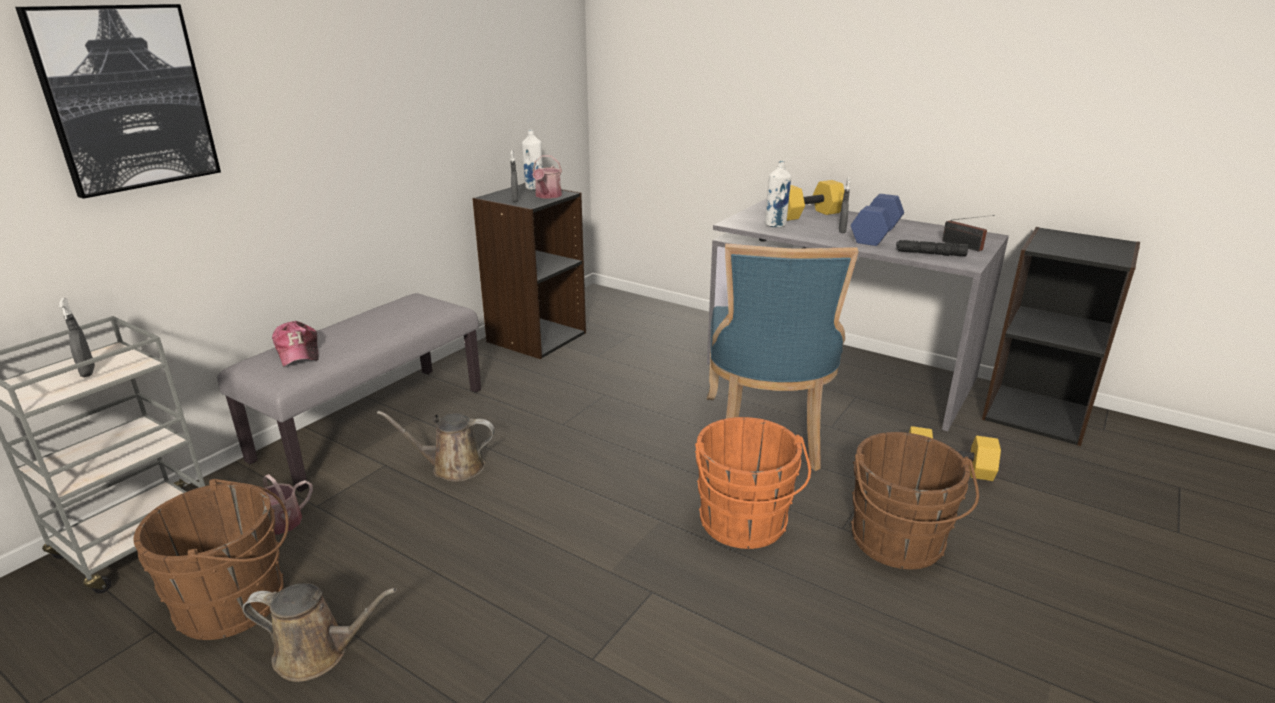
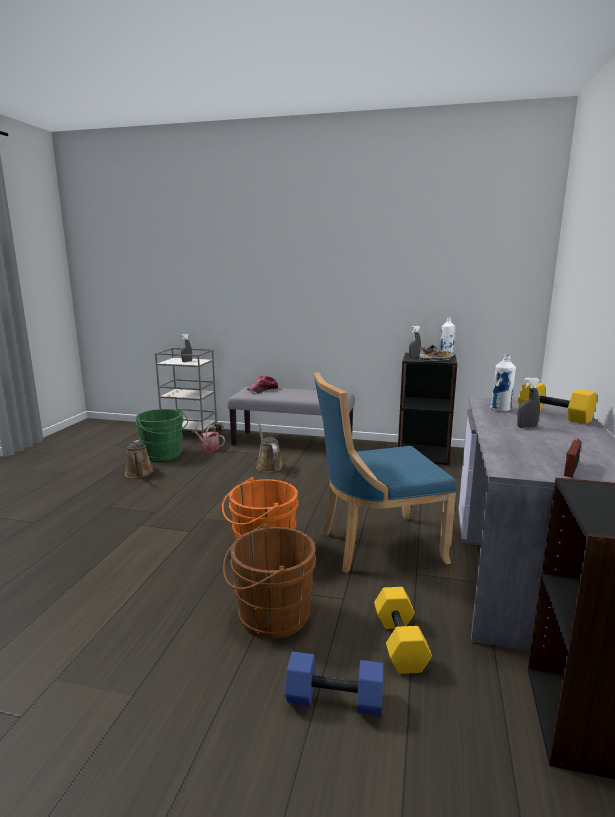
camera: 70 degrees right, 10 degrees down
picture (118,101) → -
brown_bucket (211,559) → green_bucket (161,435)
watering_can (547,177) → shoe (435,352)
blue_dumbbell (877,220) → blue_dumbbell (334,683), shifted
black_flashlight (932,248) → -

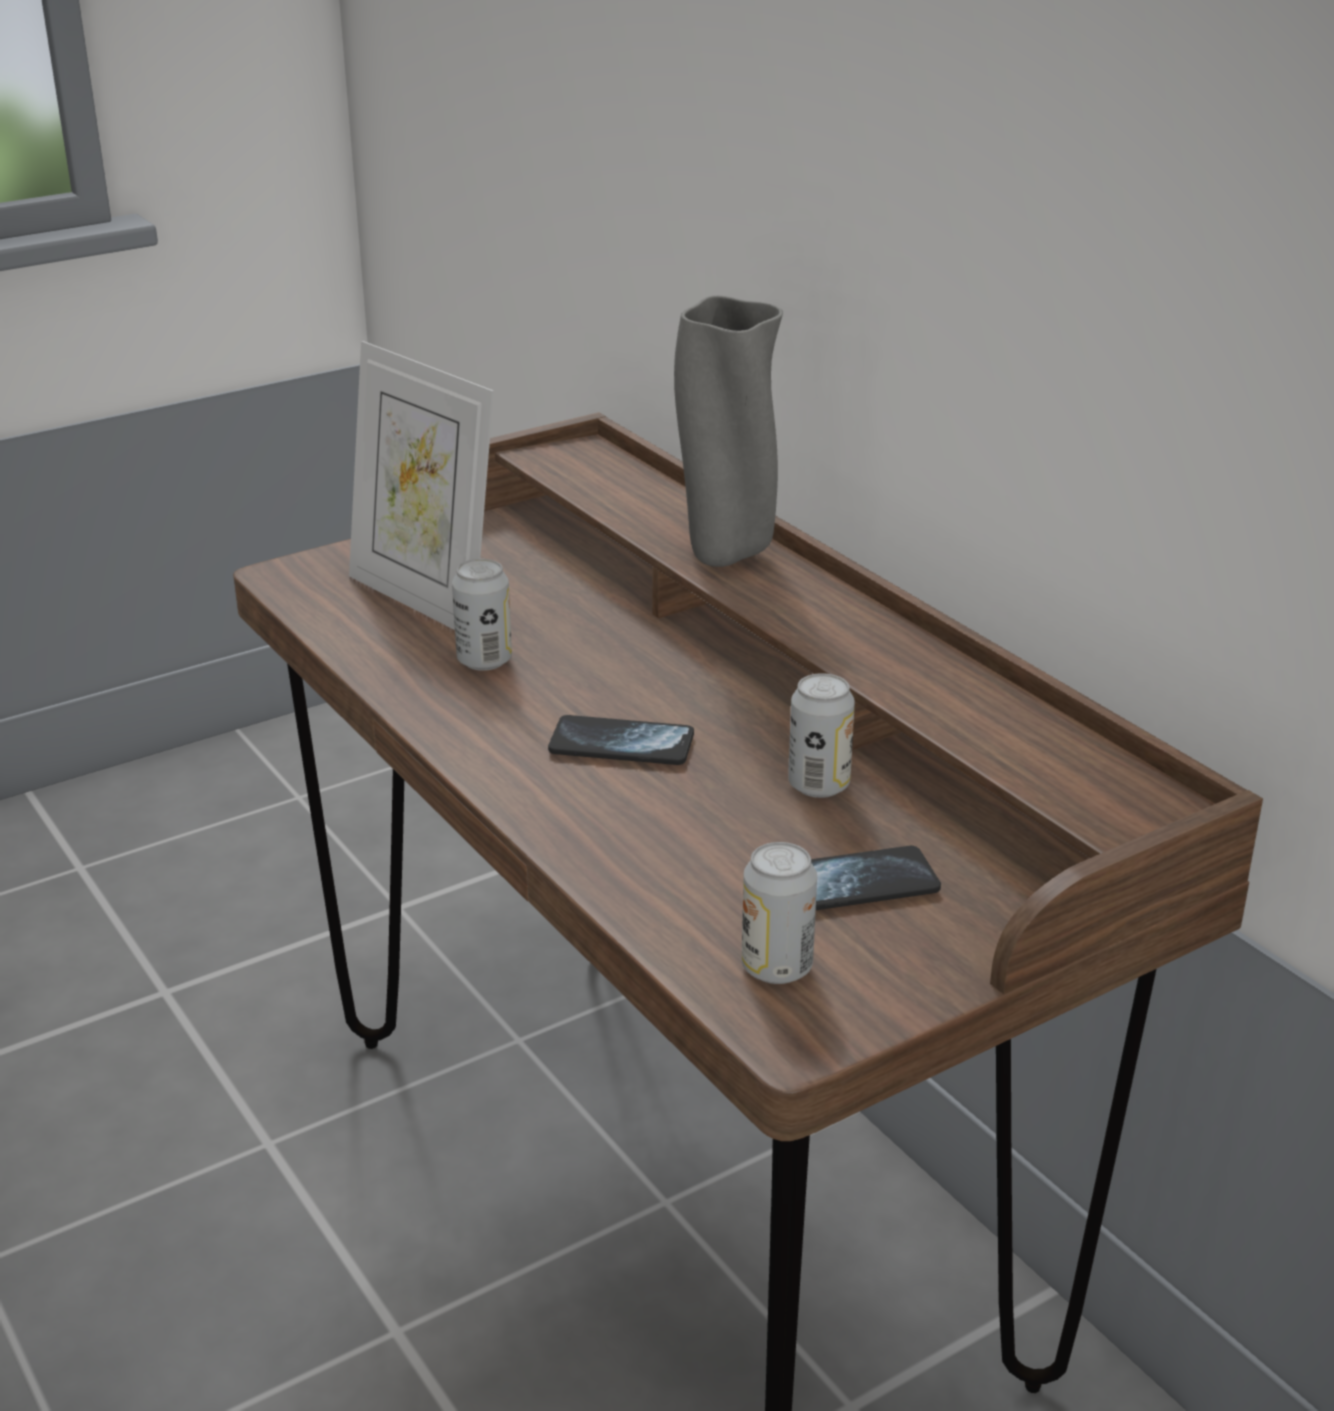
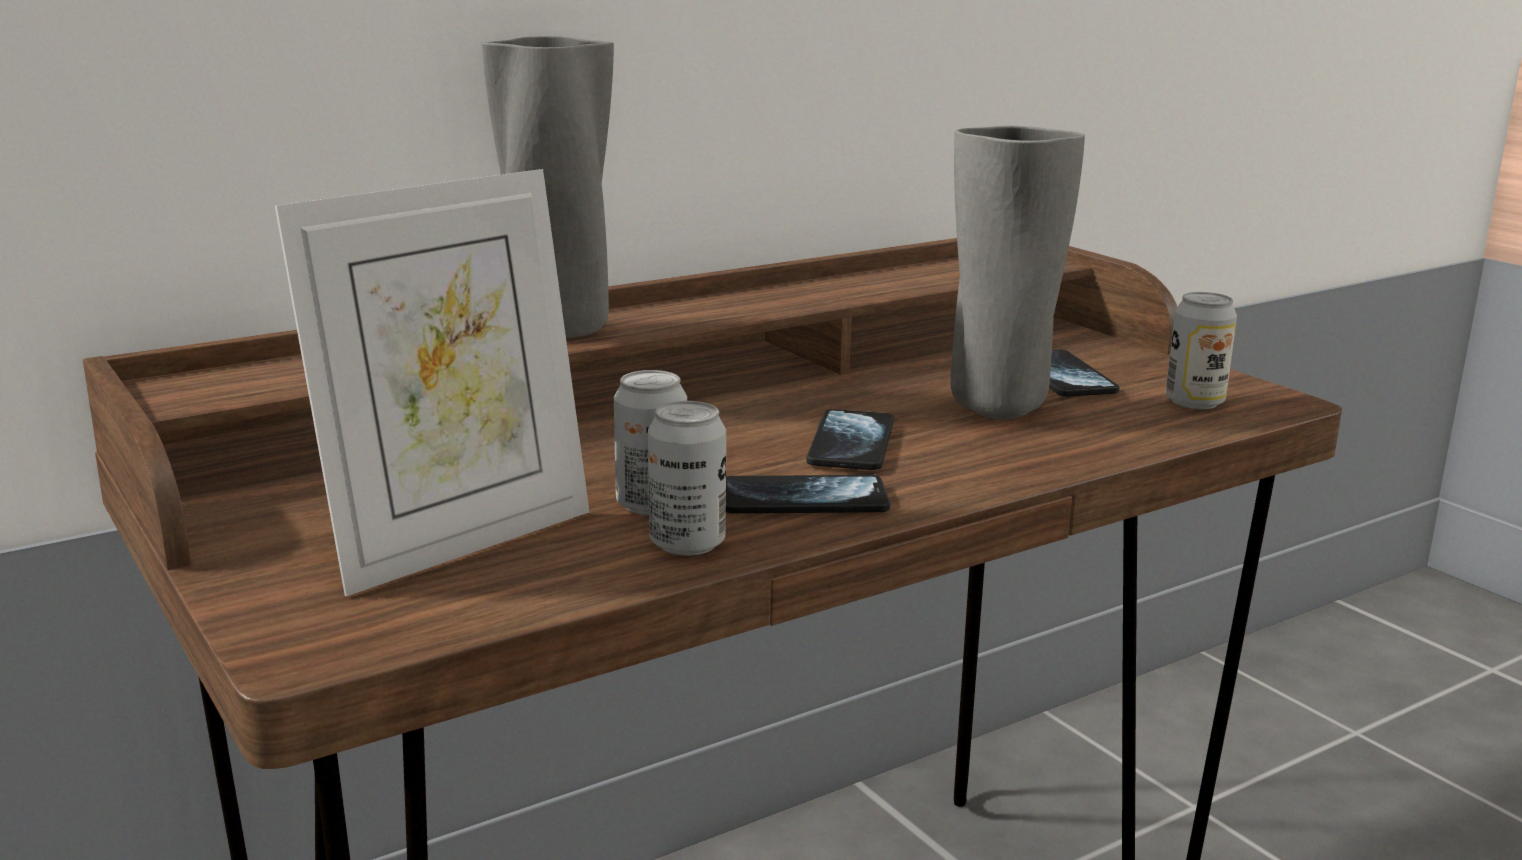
camera: 90 degrees left, 10 degrees down
can (821,735) → can (687,478), shifted
- → phone (808,494)
- → grey_vase (1017,273)

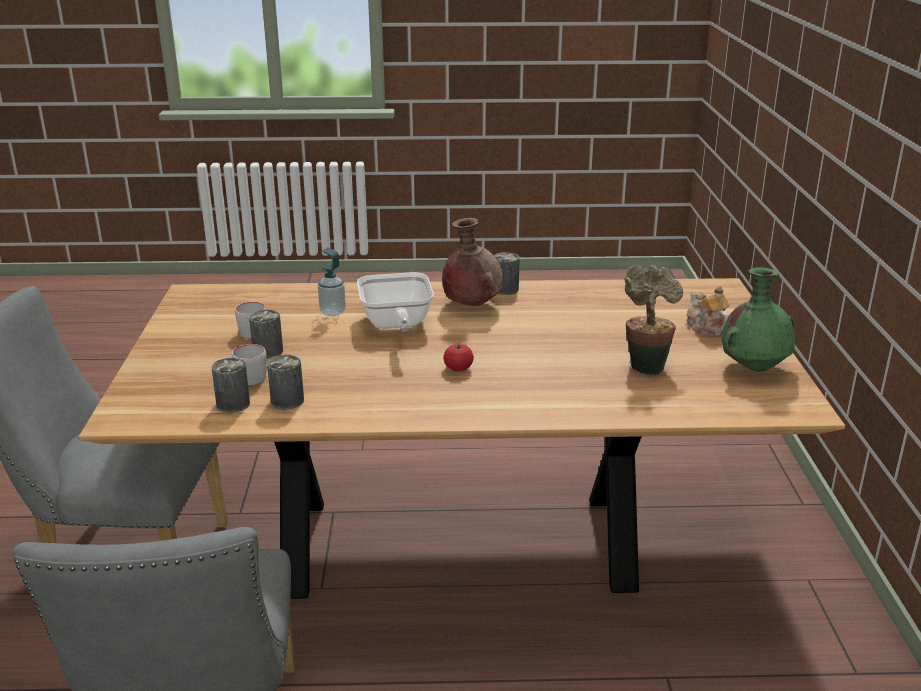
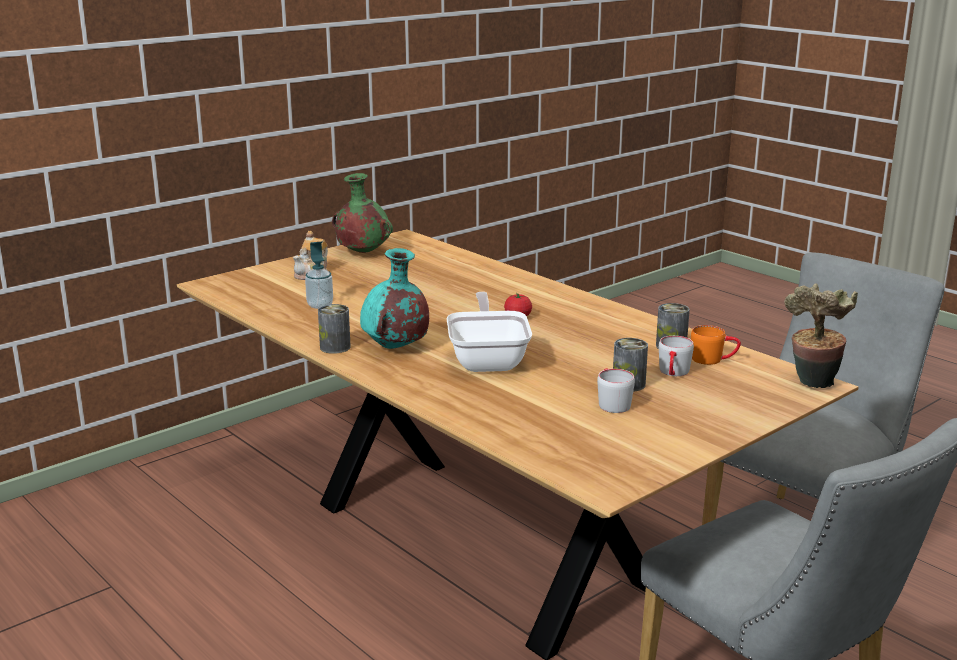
camera: 130 degrees left, 5 degrees down
can (230,385) → orange_mug (716,345)
soap_dispenser (332,282) → soap_dispenser (319,275), shifted
frying_pan (395,302) → frying_pan (489,332), 45 degrees counterclockwise
brown_vase (472,262) → turquoise_vase (394,298)
potted_plant (653,320) → potted_plant (821,335), shifted

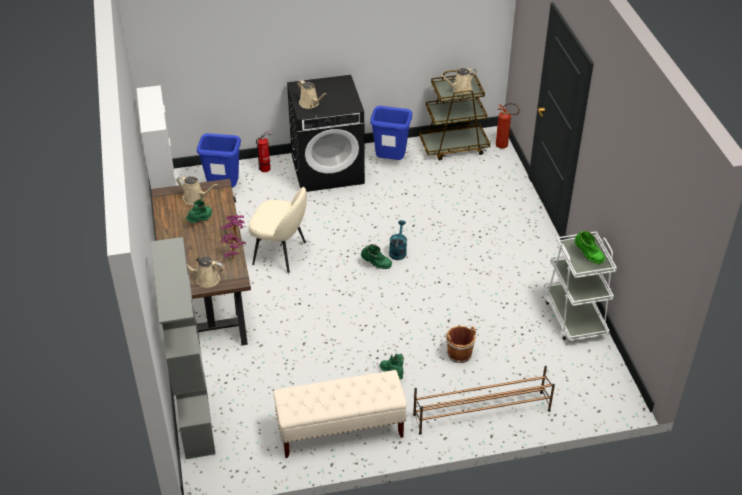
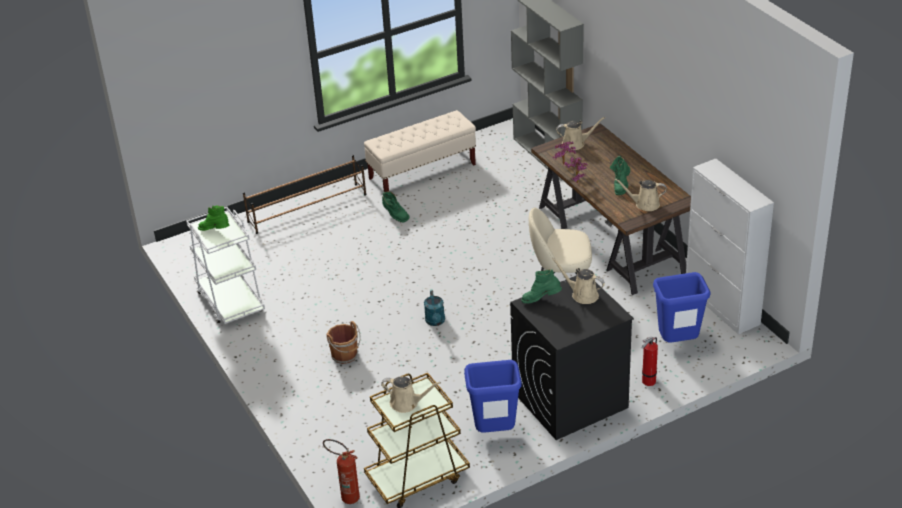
camera: 165 degrees right, 5 degrees down
green_boot (376,256) → green_boot (541,286), shifted
beige_watering_can (458,80) → beige_watering_can (411,394), 60 degrees clockwise
brown_bucket (460,344) → brown_bucket (344,342), shifted

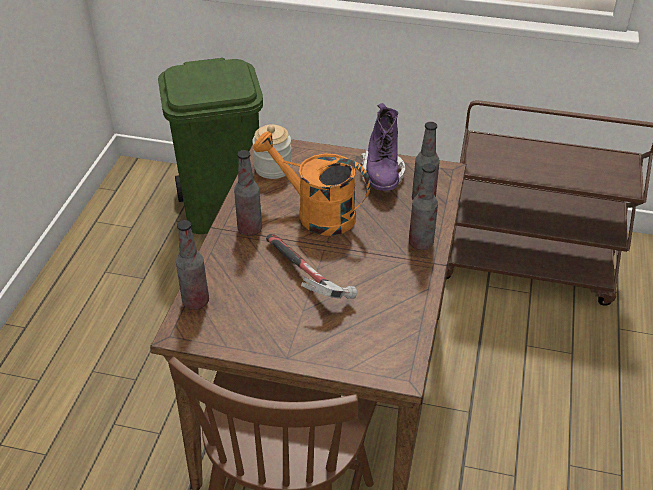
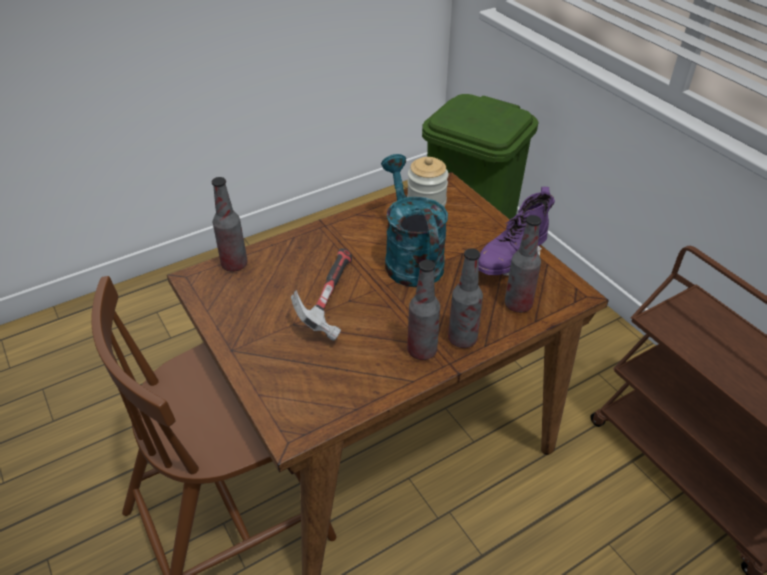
camera: 45 degrees right, 0 degrees up
bottle (248,193) → bottle (423,310), shifted
orange_watering_can (311,183) → turquoise_watering_can (414,220)

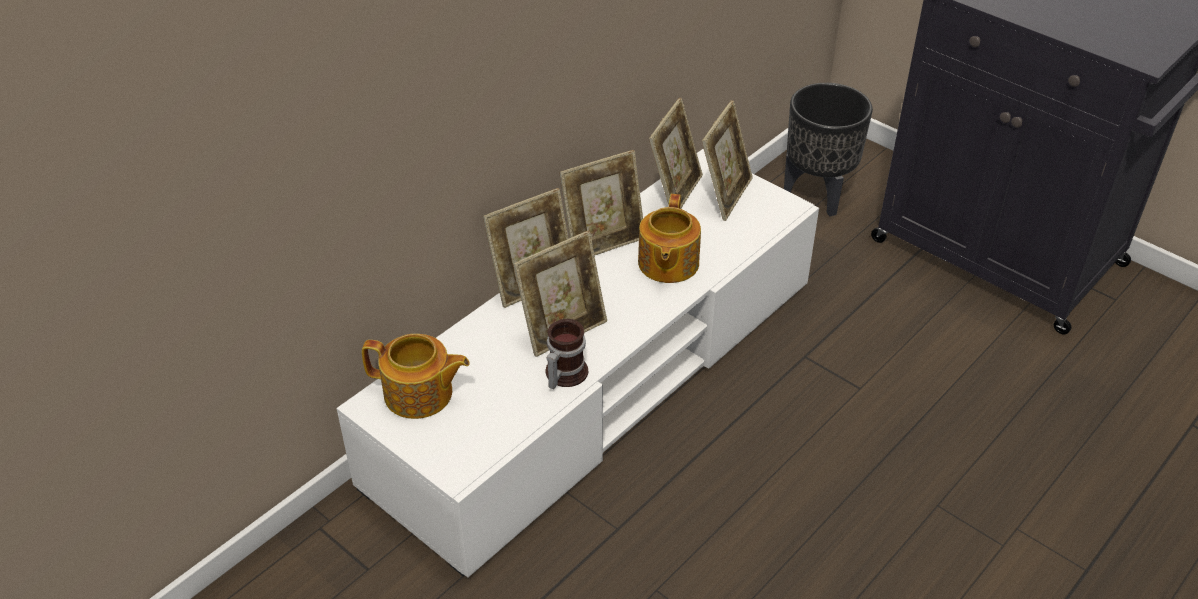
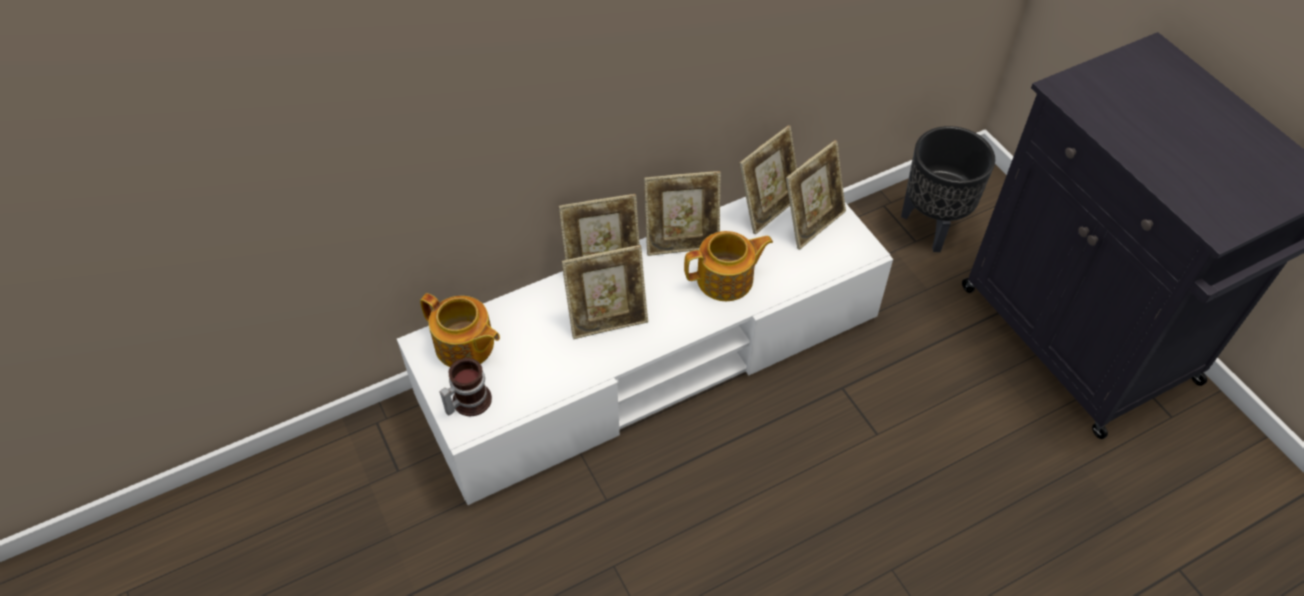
camera: 20 degrees right, 10 degrees up
mug (567,354) → mug (466,387), shifted
teapot (669,238) → teapot (728,266), 135 degrees counterclockwise

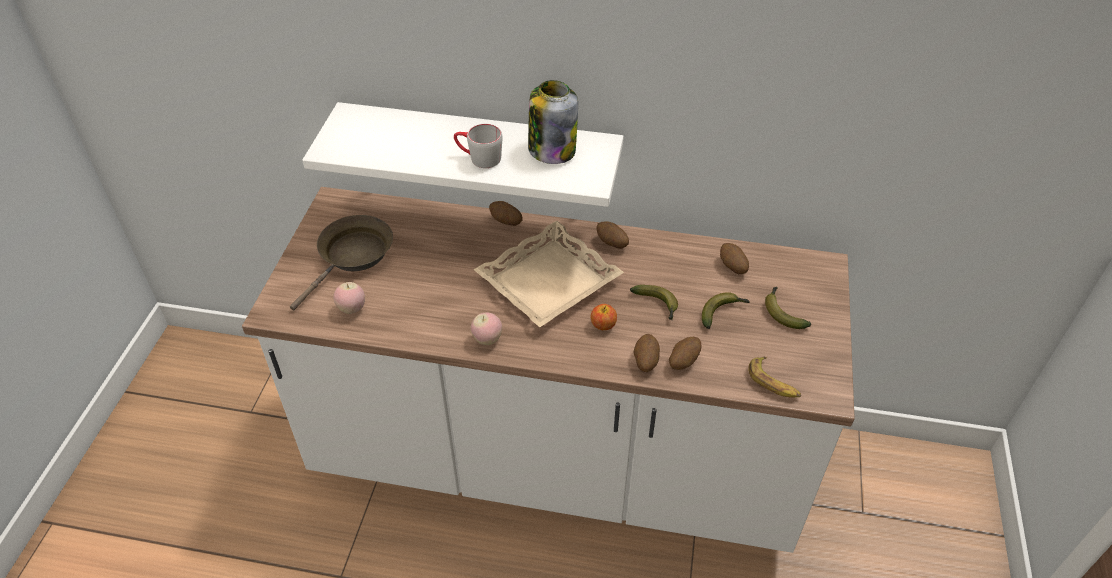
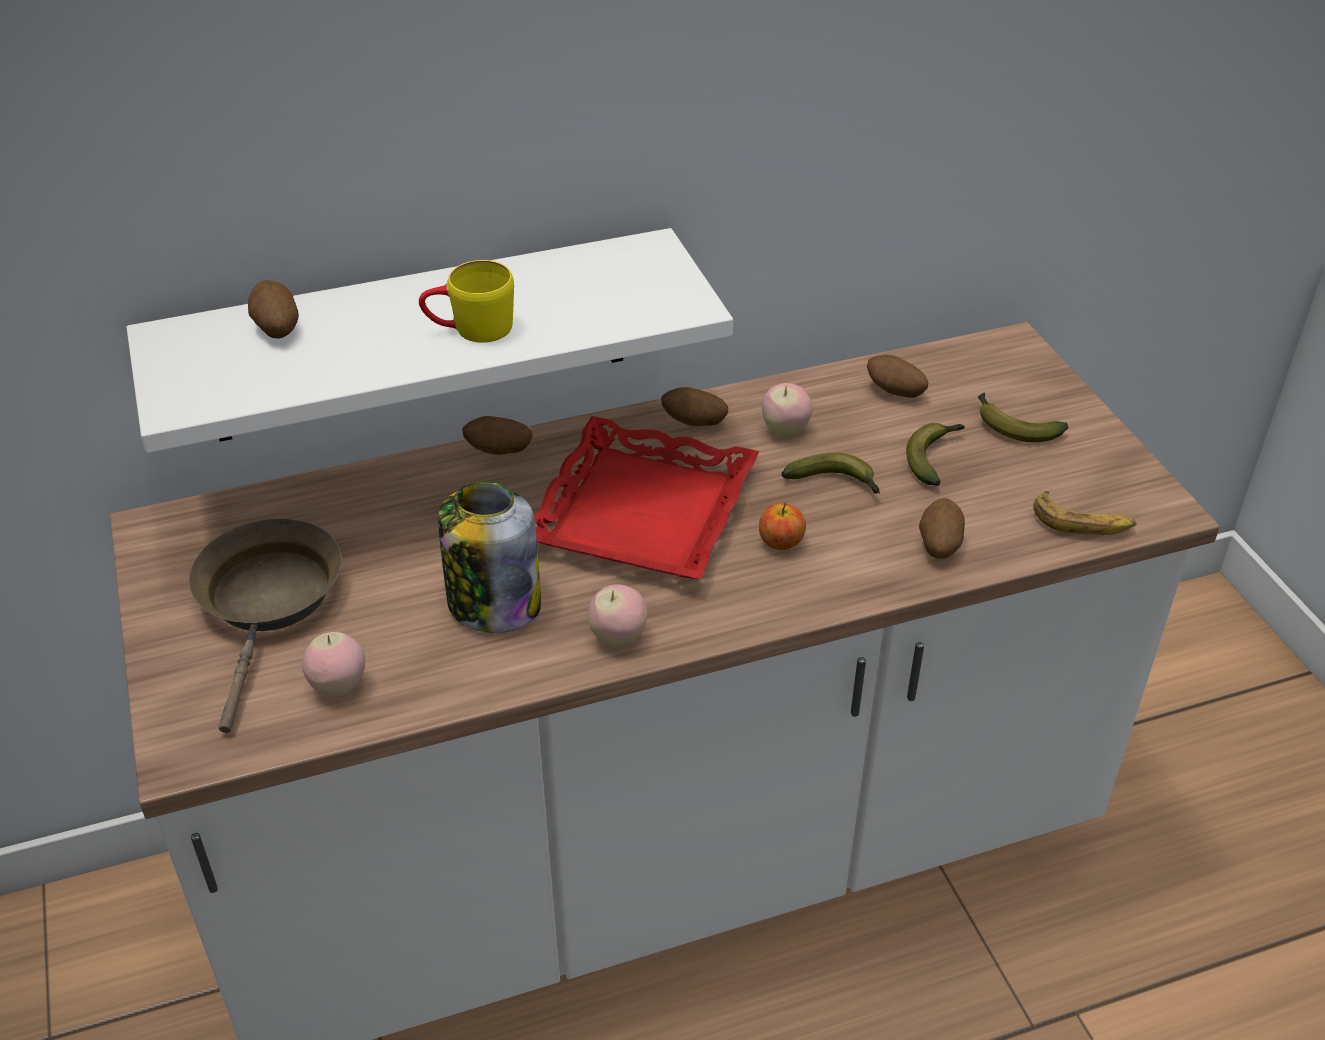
camera: 30 degrees left, 5 degrees down
grey_mug (478,146) → yellow_mug (466,301)
beige_tray (548,274) → red_tray (647,497)
jar (553,122) → jar (489,557), shifted
potato (647,353) → potato (273,309), shifted
- → apple (787,410)

